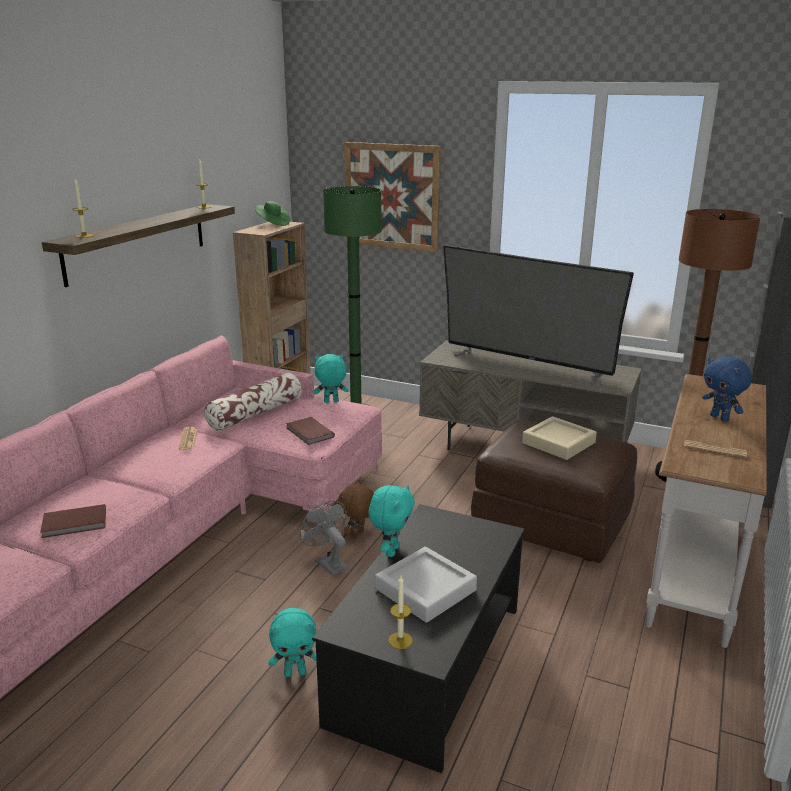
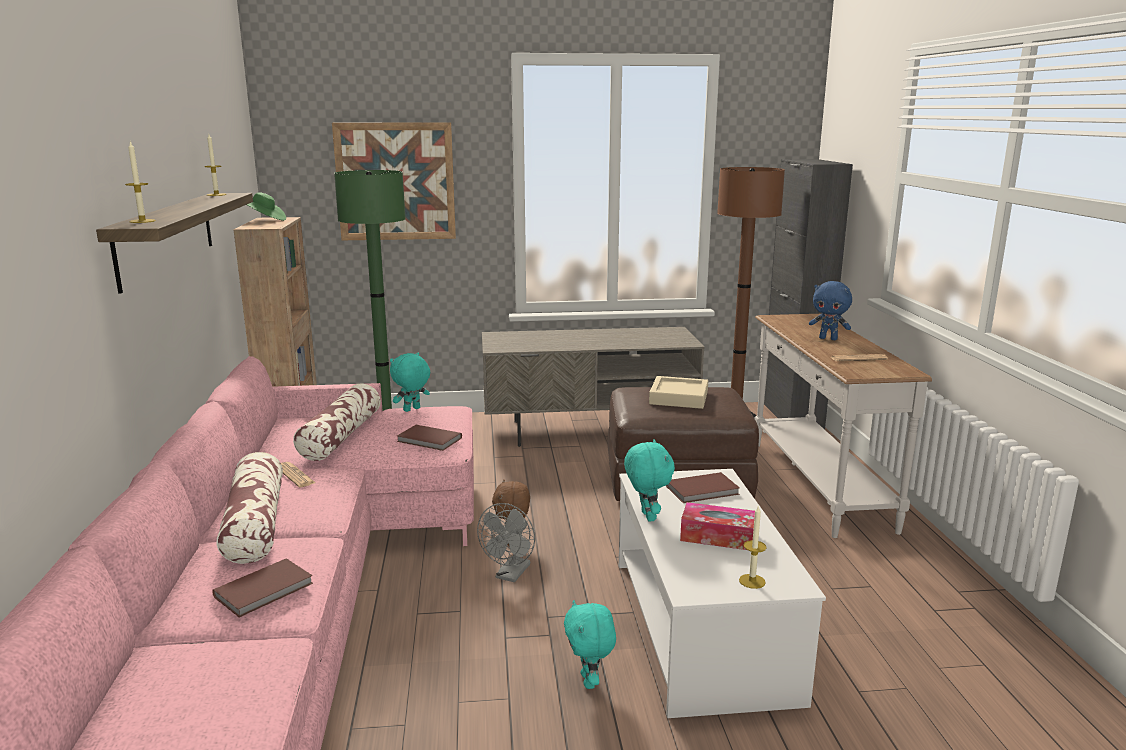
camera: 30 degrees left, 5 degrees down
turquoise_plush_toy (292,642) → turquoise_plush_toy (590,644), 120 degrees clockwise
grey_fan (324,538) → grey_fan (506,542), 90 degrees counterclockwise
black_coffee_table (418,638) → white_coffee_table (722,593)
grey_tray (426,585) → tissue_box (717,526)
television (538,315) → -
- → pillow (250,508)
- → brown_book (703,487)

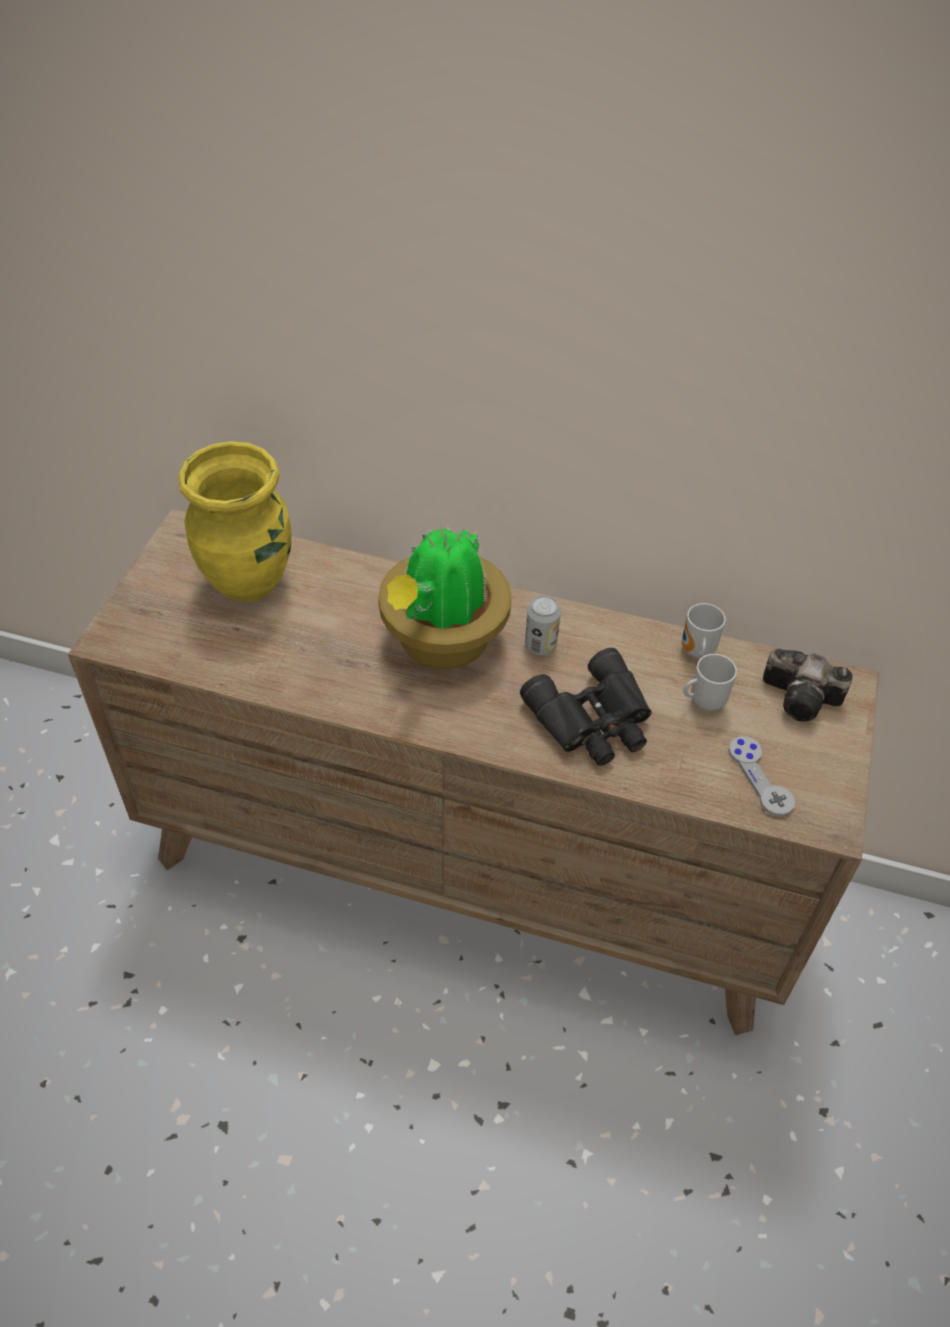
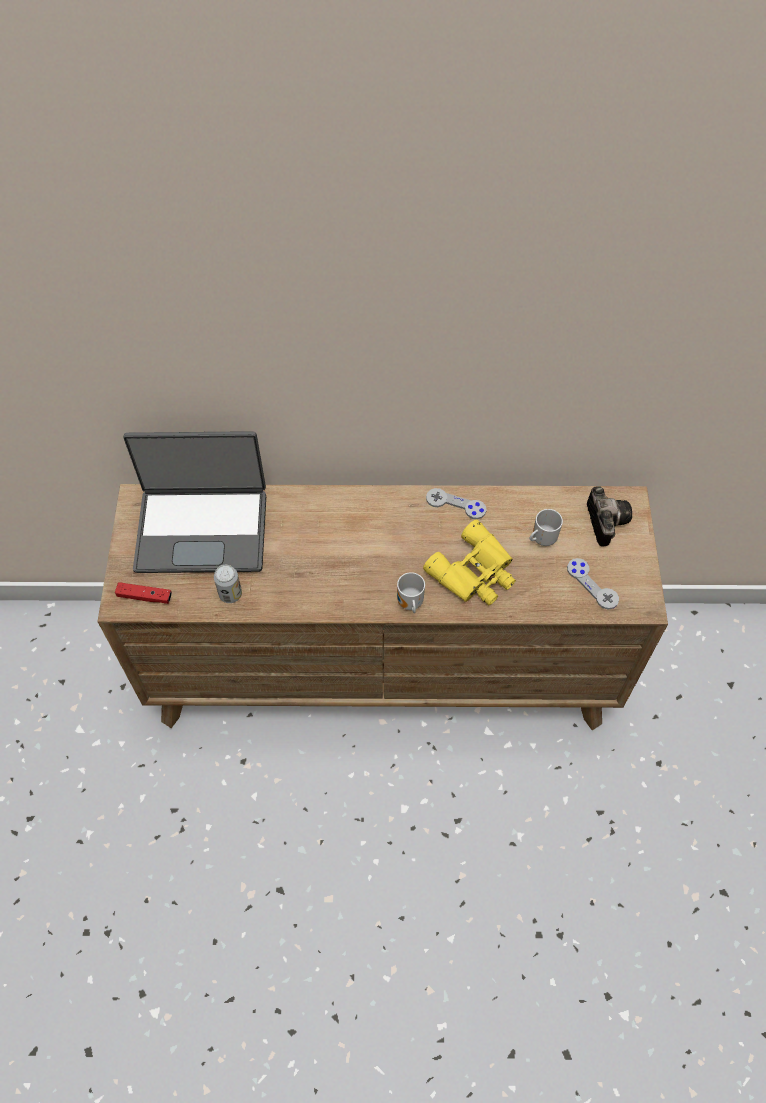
camera: 15 degrees left, 10 degrees up
yellow_vase (234,521) → laptop (194,502)
potted_plant (444,593) → -
black_binoculars (586,707) → yellow_binoculars (469,562)
can (543,626) → can (228,584), shifted
mug (704,630) → mug (411,592), shifted
photo_camera (808,685) → photo_camera (609,516), 105 degrees counterclockwise
- → red_game_controller (143,593)
- → grey_game_controller (456,503)

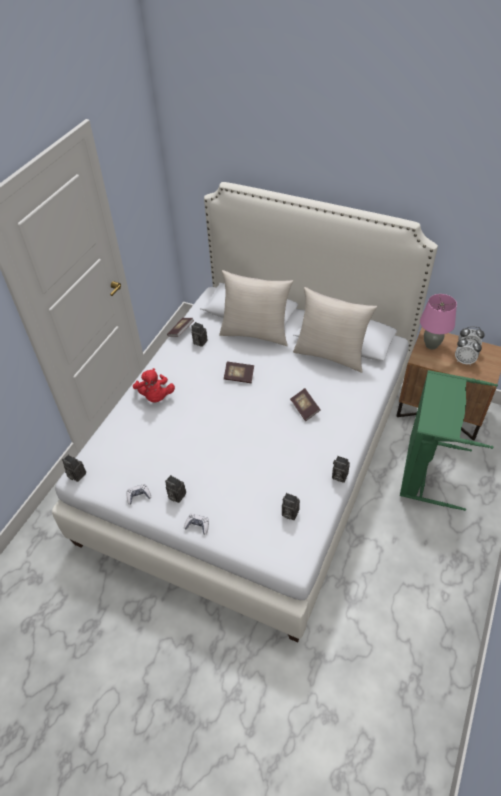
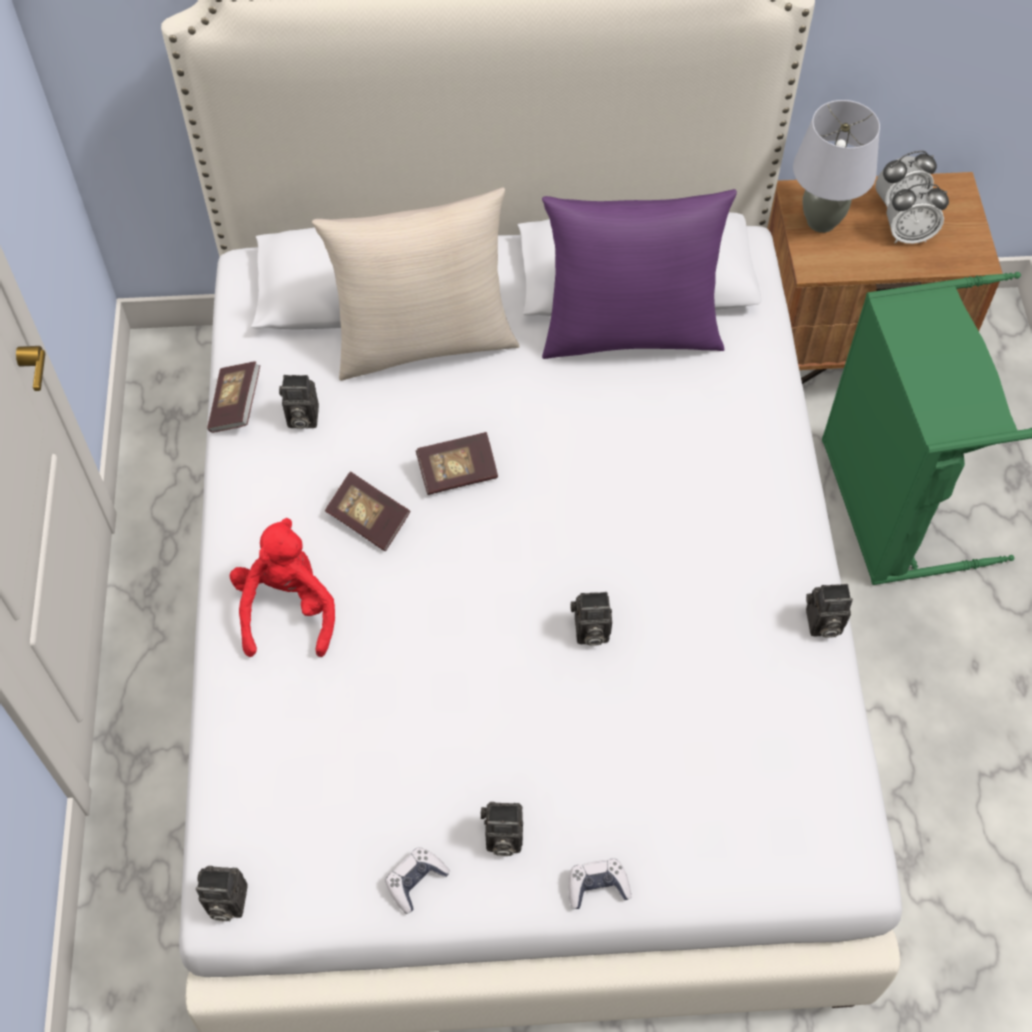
camera: 30 degrees left, 10 degrees up
red_plush_toy (154,385) → red_plush_toy (282,587), 135 degrees counterclockwise
photo_camera (291,506) → photo_camera (591,619), shifted
book (305,404) → book (368,511), shifted
beige_pillow (335,330) → purple_pillow (639,274)
pink_table_lamp (438,321) → grey_table_lamp (836,166)

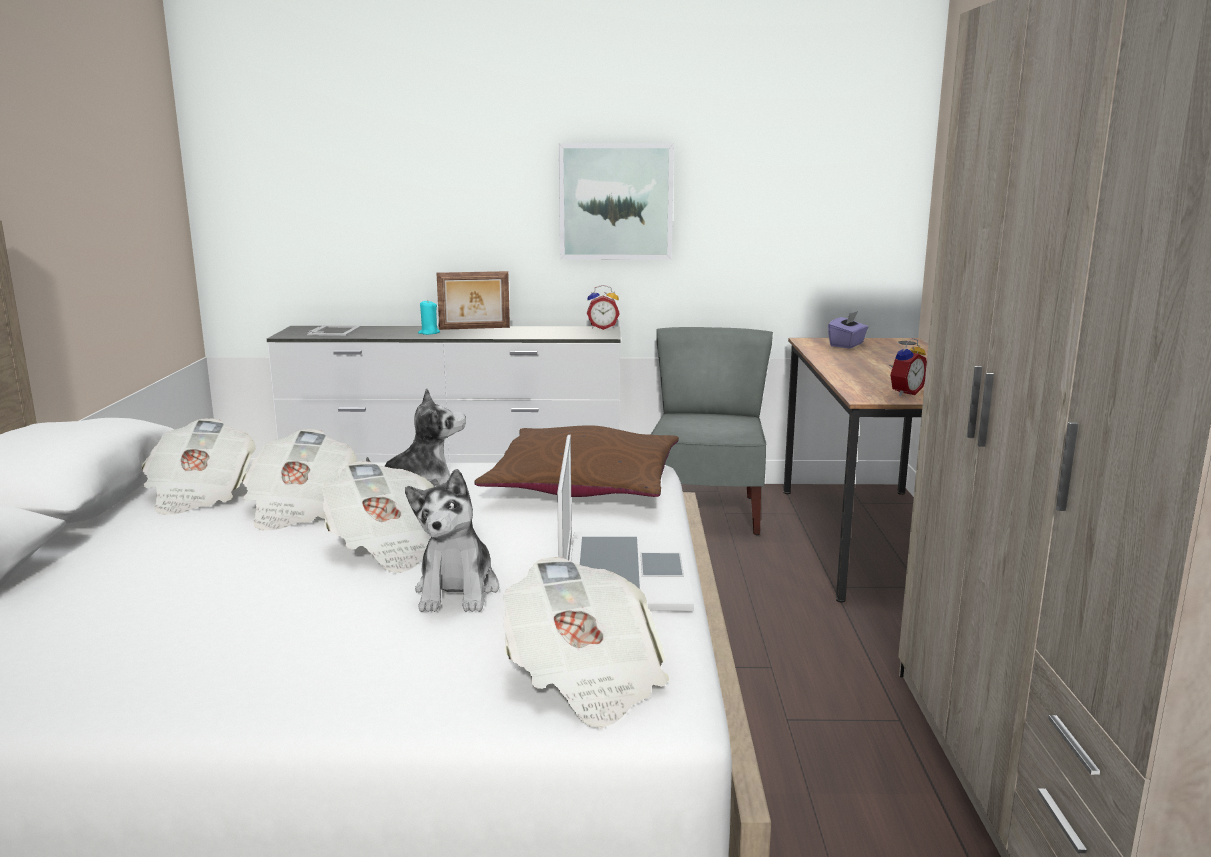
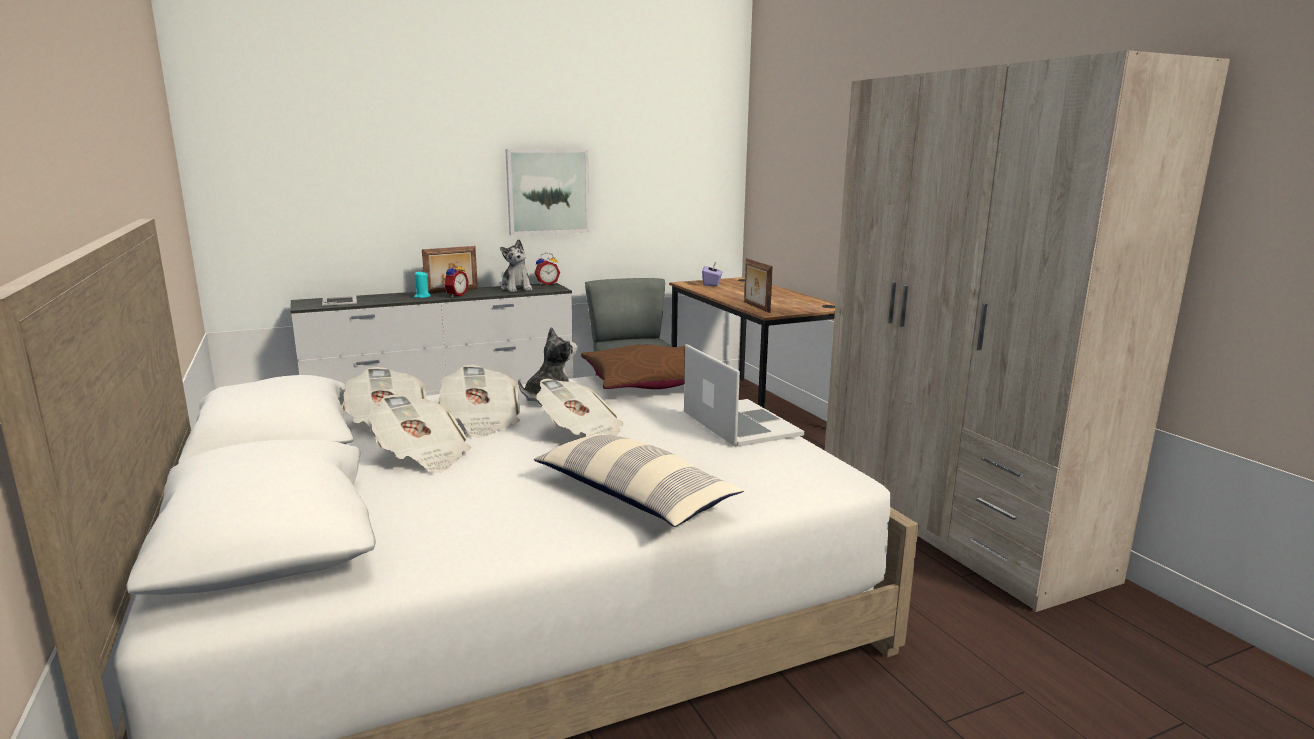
camera: 25 degrees left, 0 degrees up
plush_toy (452,540) → plush_toy (516,265), shifted
newspaper (586,643) → newspaper (419,434), shifted
alarm_clock (908,367) → alarm_clock (456,279), shifted
- → pillow (639,480)
- → picture_frame (758,285)

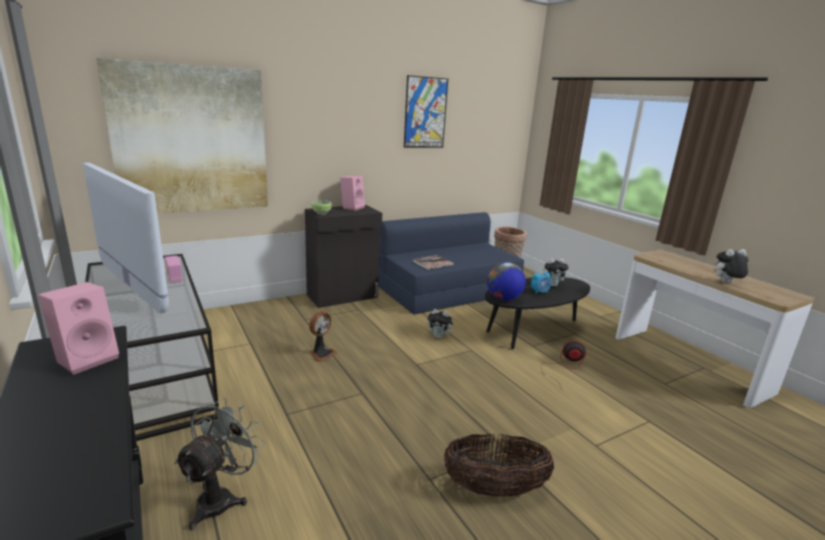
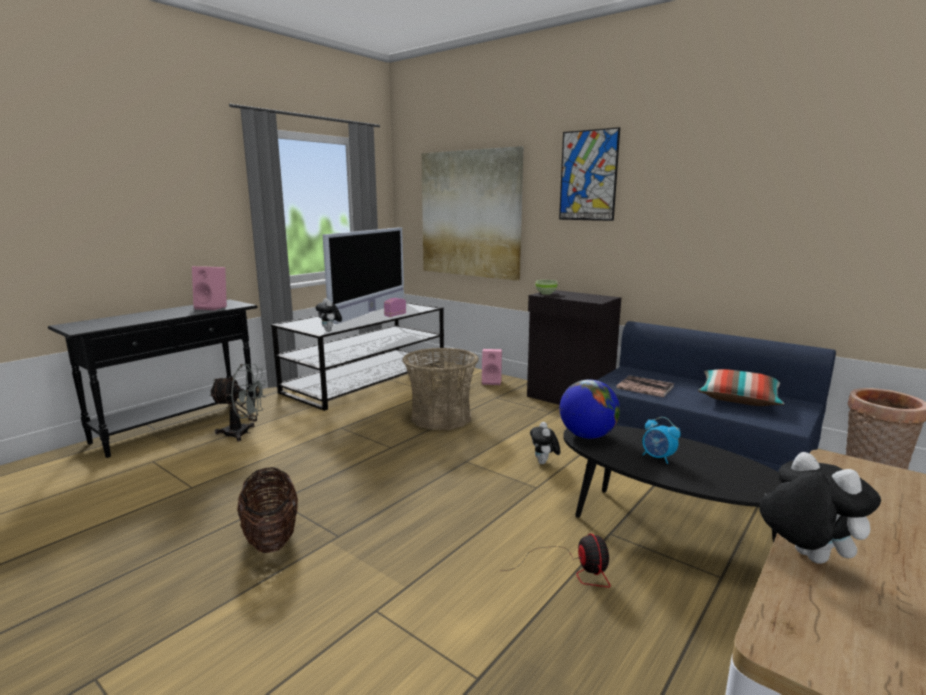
camera: 70 degrees right, 5 degrees down
fan (323,336) → basket (440,389)
pink_speaker (352,193) → pink_speaker (492,367), shifted
picture (426,111) → picture (589,174), shifted
plush_toy (556,272) → plush_toy (329,315), shifted
- → pillow (741,387)

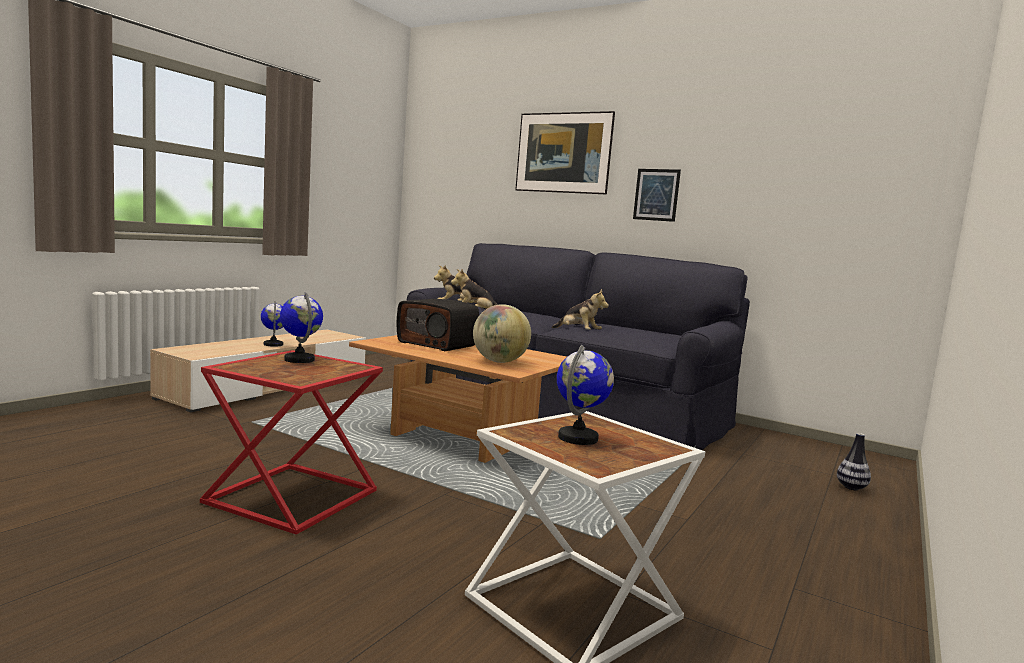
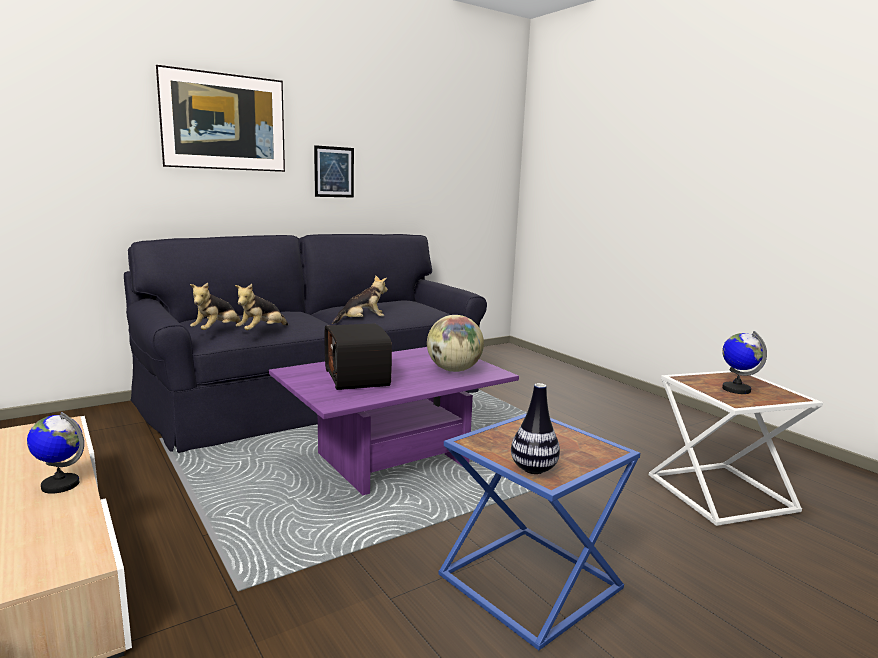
camera: 65 degrees left, 5 degrees up
red_side_table (291,442) → blue_side_table (539,531)
globe (301,327) → -
brown_coffee_table (458,399) → purple_coffee_table (394,421)
radio (438,325) → radio (358,356), 105 degrees clockwise
vase (854,461) → vase (535,428), shifted

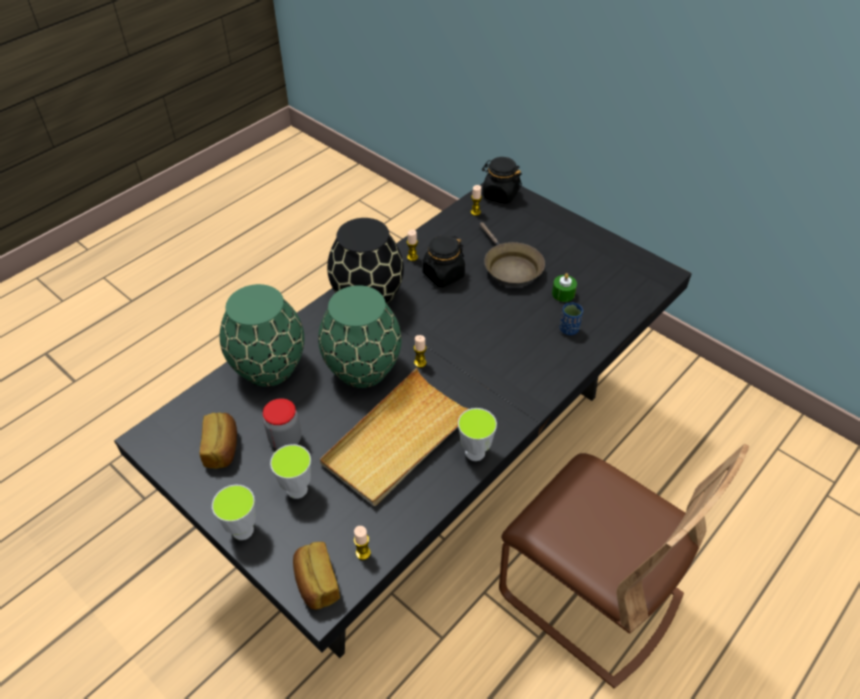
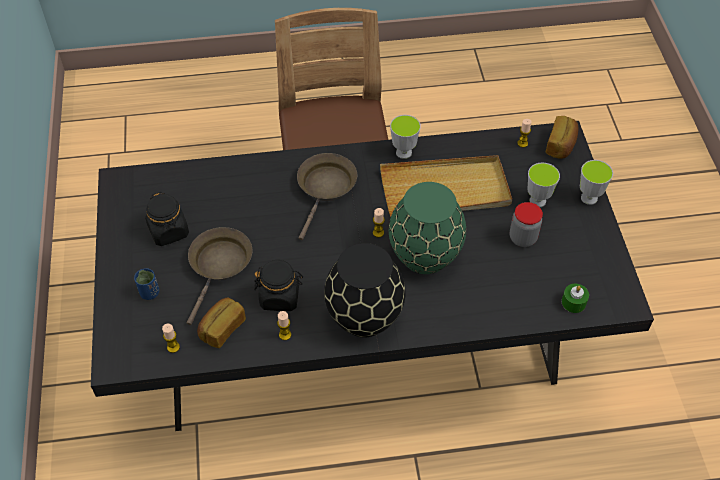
camera: 140 degrees left, 5 degrees up
bread (218,440) → bread (221,323), shifted
green_vase (262,335) → -
black_jar (502,180) → black_jar (167,219), shifted
green_candle (564,287) → green_candle (575,298), shifted
blue_cup (571,318) → blue_cup (146,284), shifted
- → brown_frying_pan (327,196)

